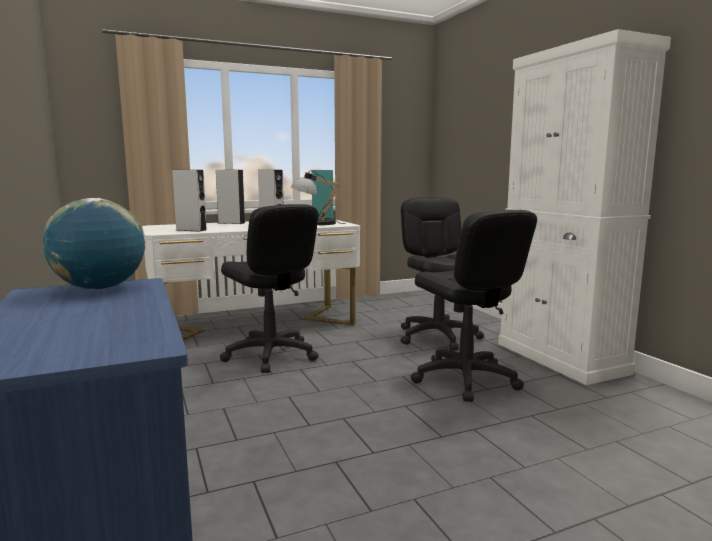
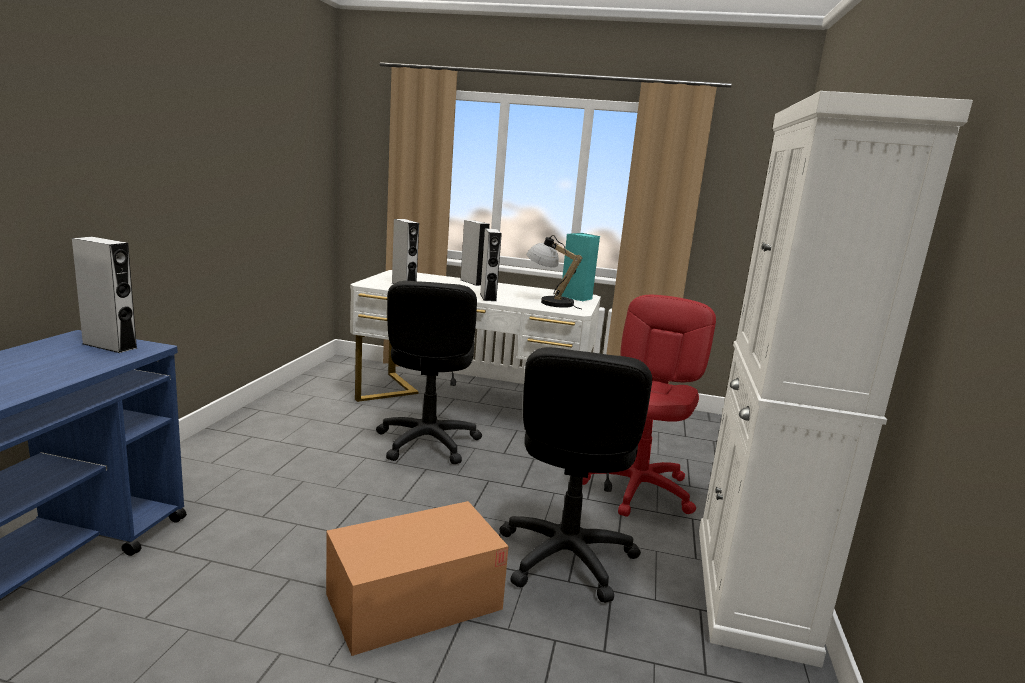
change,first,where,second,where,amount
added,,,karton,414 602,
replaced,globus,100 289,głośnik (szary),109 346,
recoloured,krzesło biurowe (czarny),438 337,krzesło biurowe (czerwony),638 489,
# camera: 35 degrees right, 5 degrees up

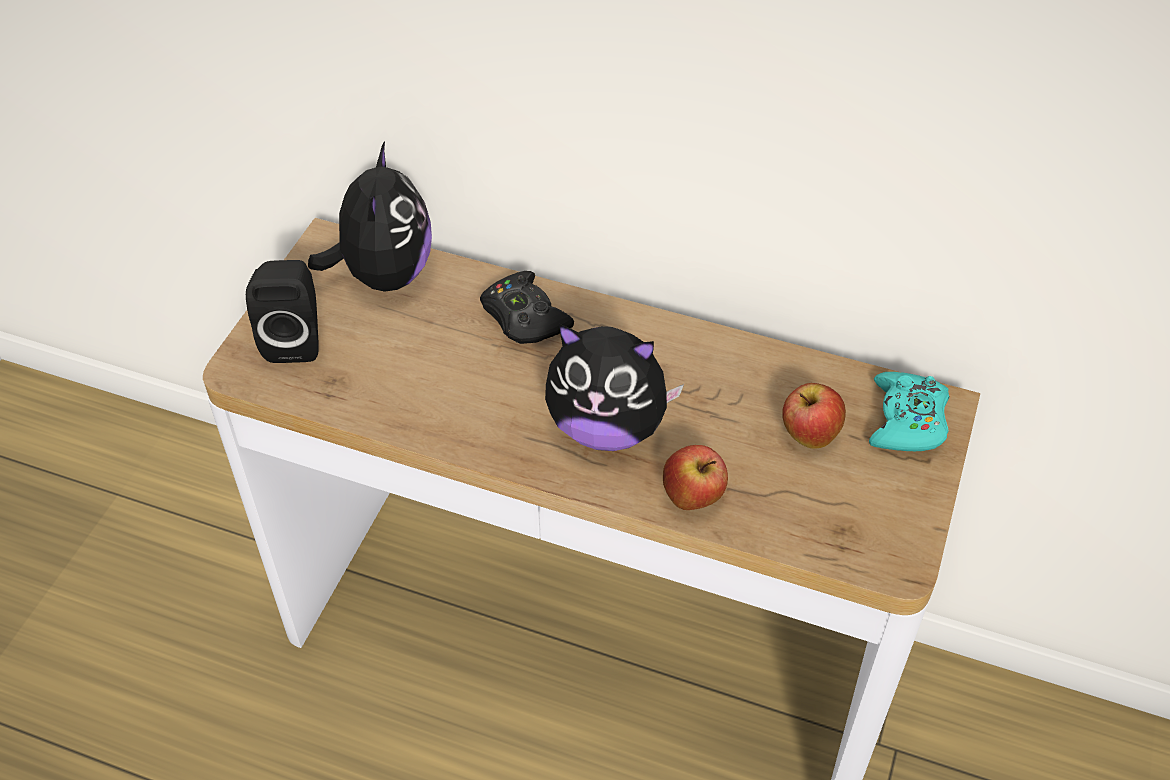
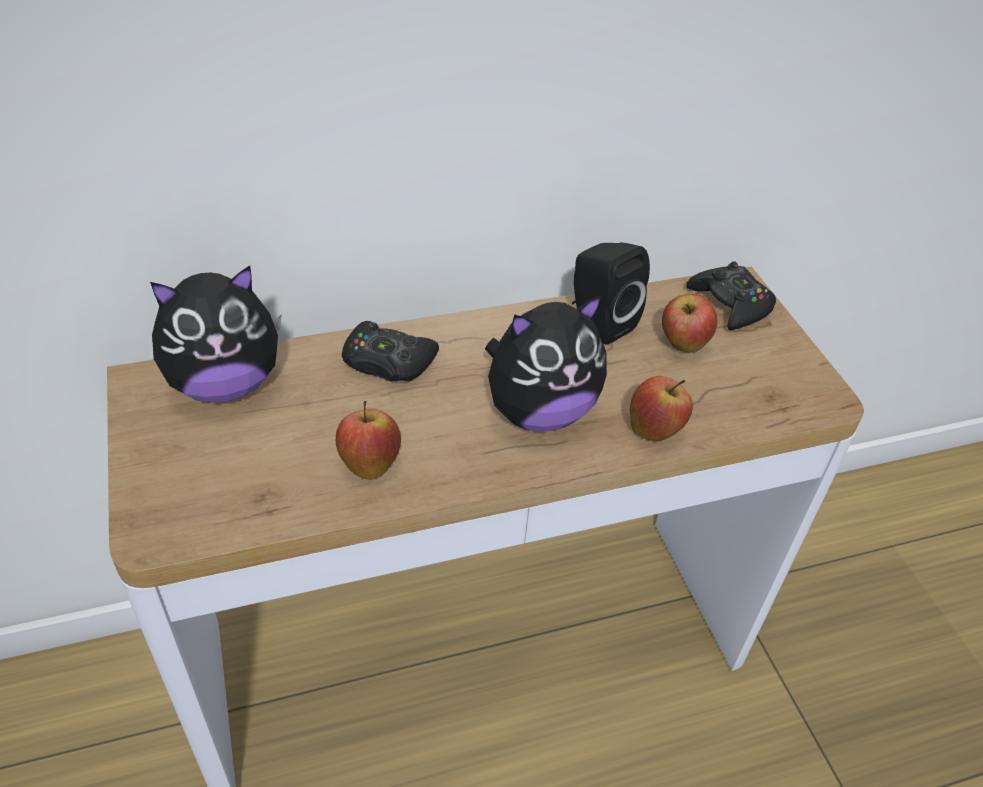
change,first,where,second,where,amount
added,,,jabłko,369 463,
moved,głośnik (czarny),295 339,,598 322,
recoloured,pad do gier (turkusowy),907 421,pad do gier (czarny),730 304,
turned,pluszak,384 274,,225 384,105 degrees clockwise
# camera: 40 degrees left, 5 degrees down

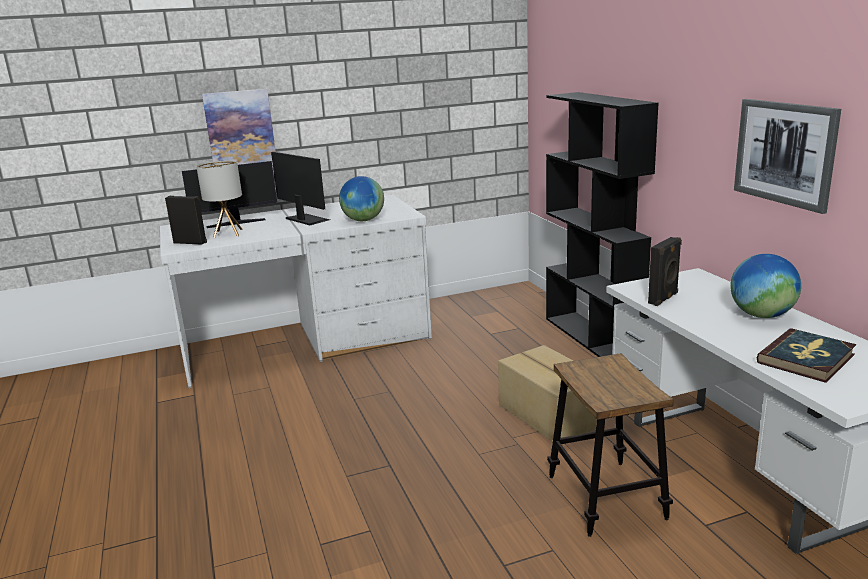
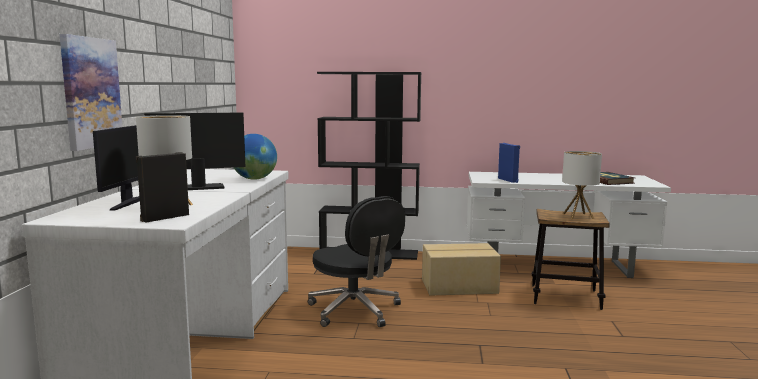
change,first,where,second,where,amount
removed,globus,762 315,,,
removed,obraz,784 153,,,
added,,,krzesło biurowe (czarny),355 311,
added,,,lampa stołowa,578 216,
recoloured,głośnik (czarny),664 299,głośnik (niebieski),508 180,
# camera: 65 degrees left, 10 degrees down

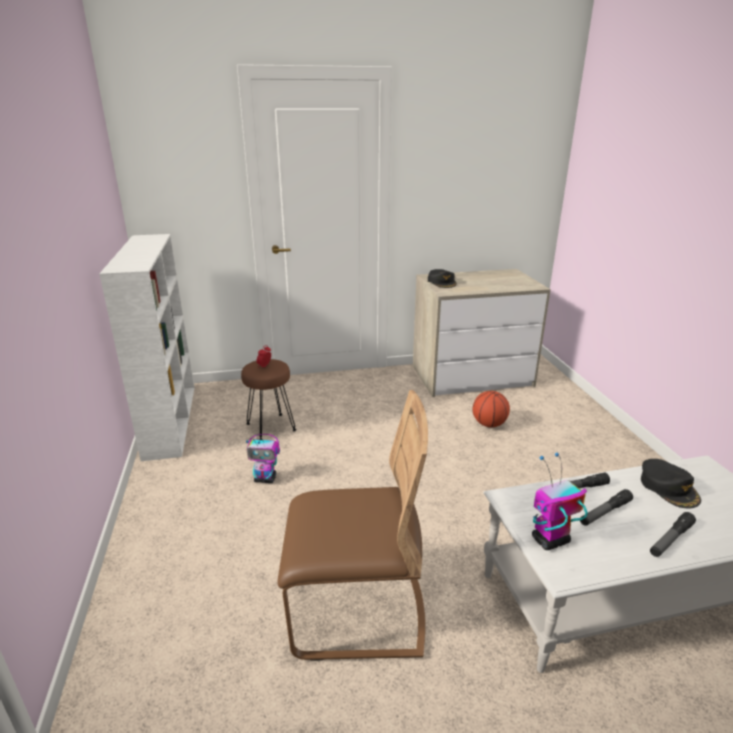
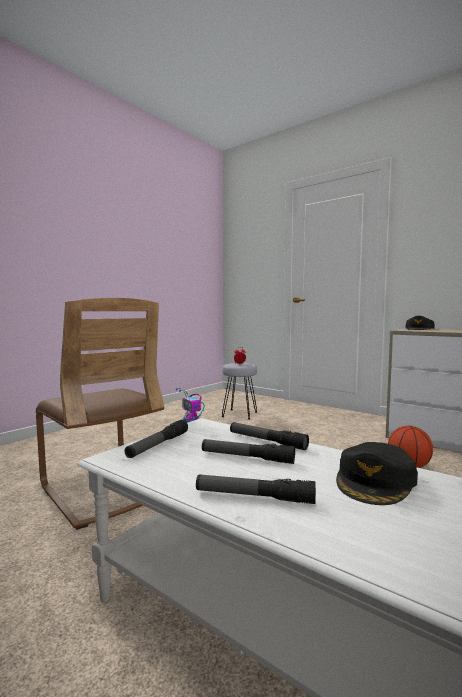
change,first,where,second,where,amount
removed,regał (biały),170 419,,,
replaced,robot zabawkowy,549 540,latarka,158 445,
recoloured,stołek (brązowy),270 427,stołek (szary),239 414,
# camera: 50 degrees right, 20 degrees down

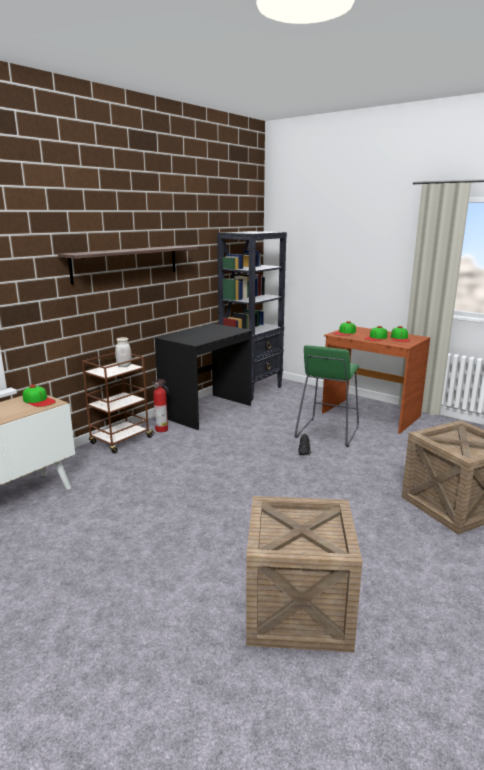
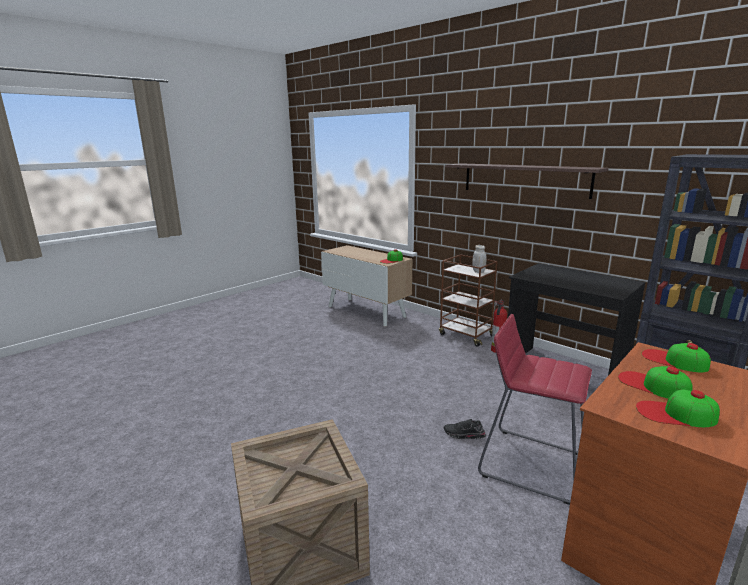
change,first,where,second,where,amount
removed,skrzynka,298 609,,,
recoloured,stołek (zielony),327 432,stołek (czerwony),531 464,
# camera: 95 degrees right, 0 degrees up

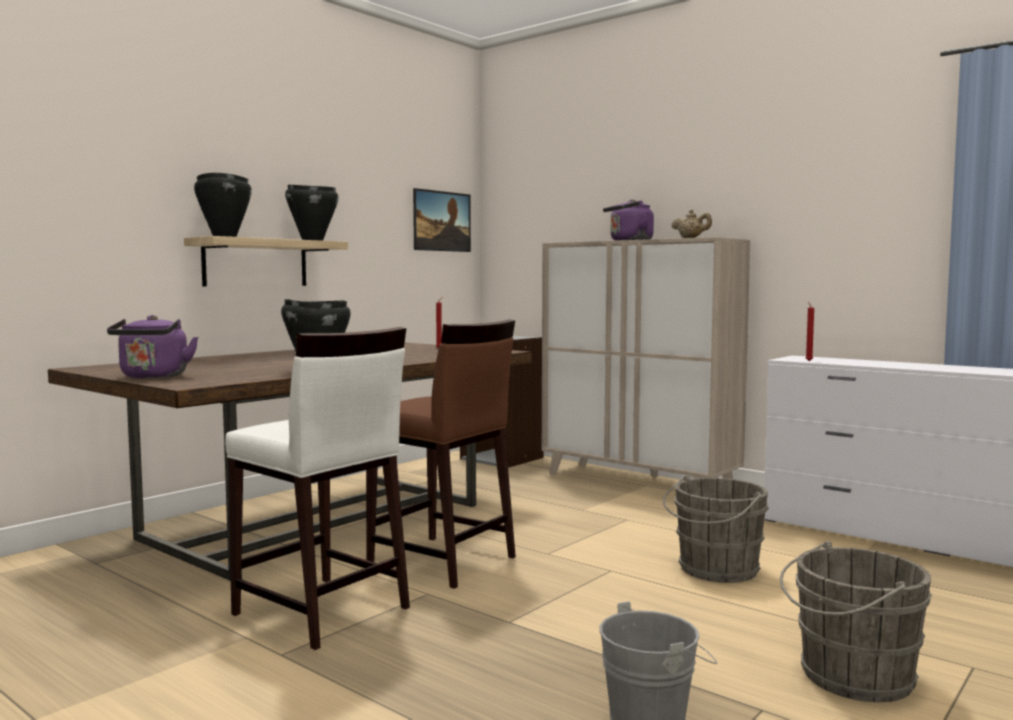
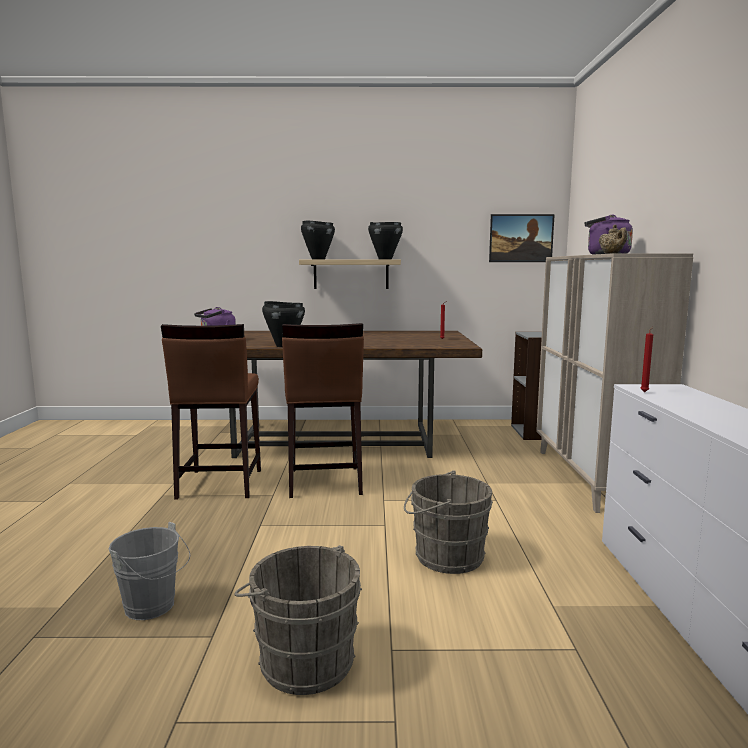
change,first,where,second,where,amount
recoloured,stołek (biały),321 612,stołek (brązowy),219 484,
# camera: 50 degrees right, 5 degrees up

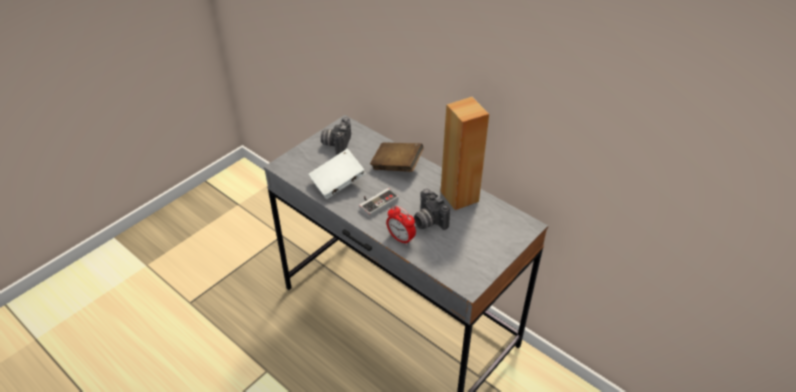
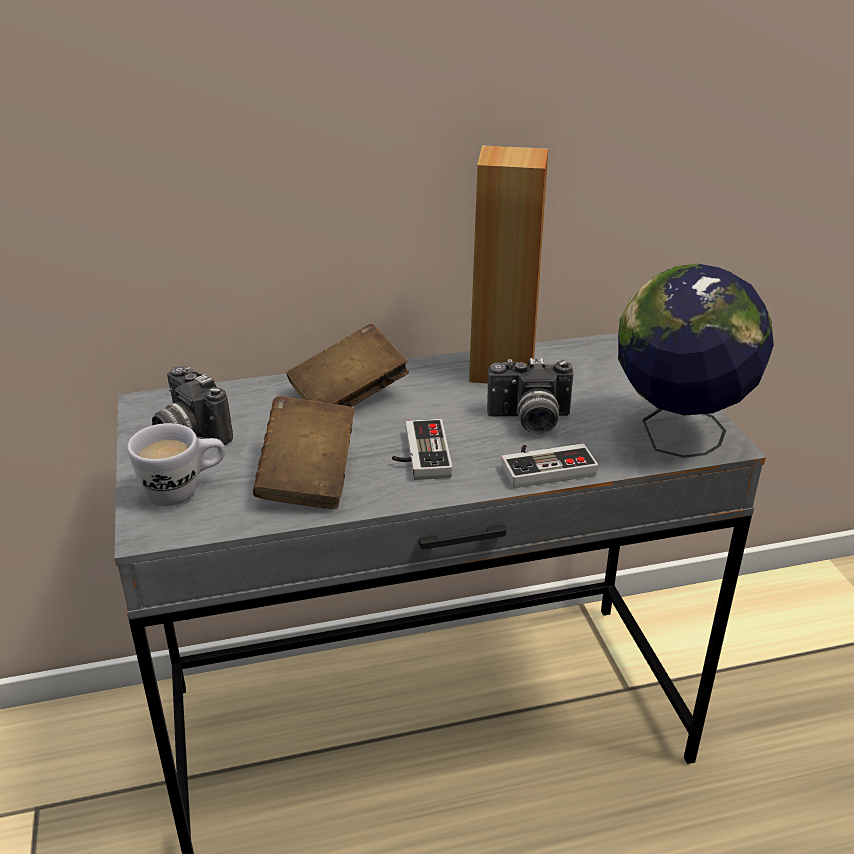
change,first,where,second,where,amount
added,,,kubek (biały),184 490,
added,,,globus,676 438,
replaced,budzik,401 238,pad do gier,545 465,
recoloured,książka (biały),337 183,książka (brązowy),308 477,
# camera: 55 degrees left, 10 degrees down

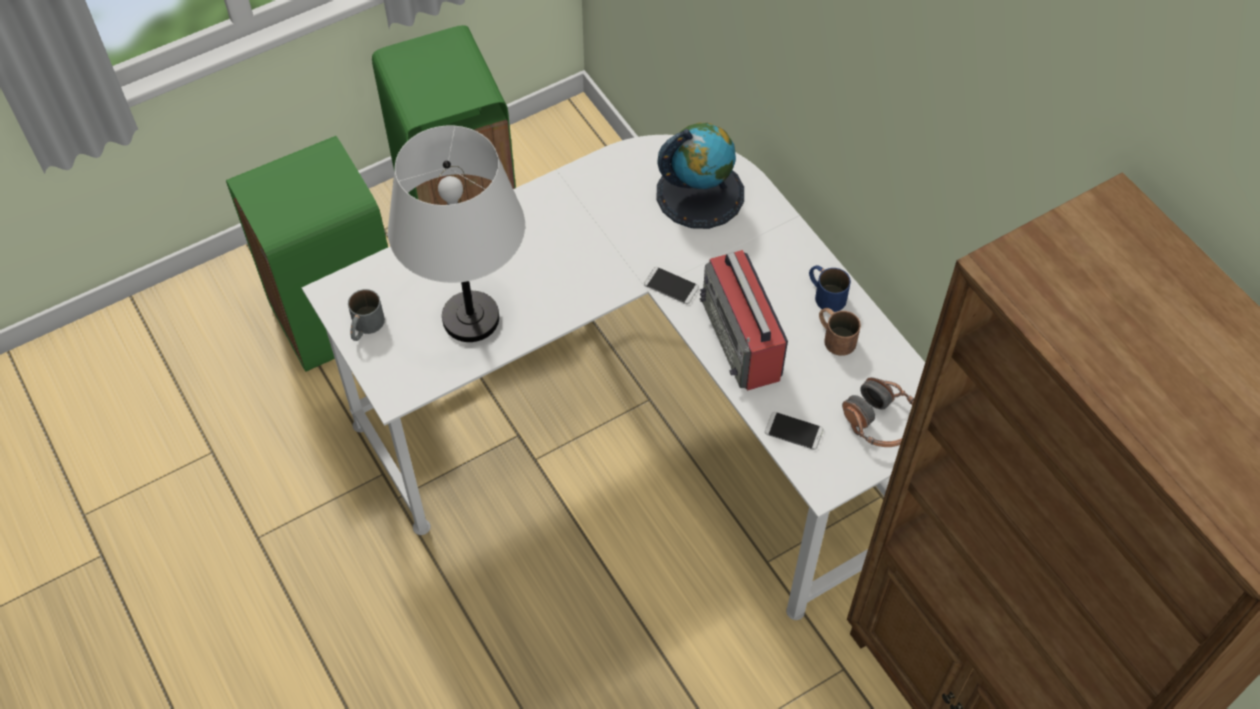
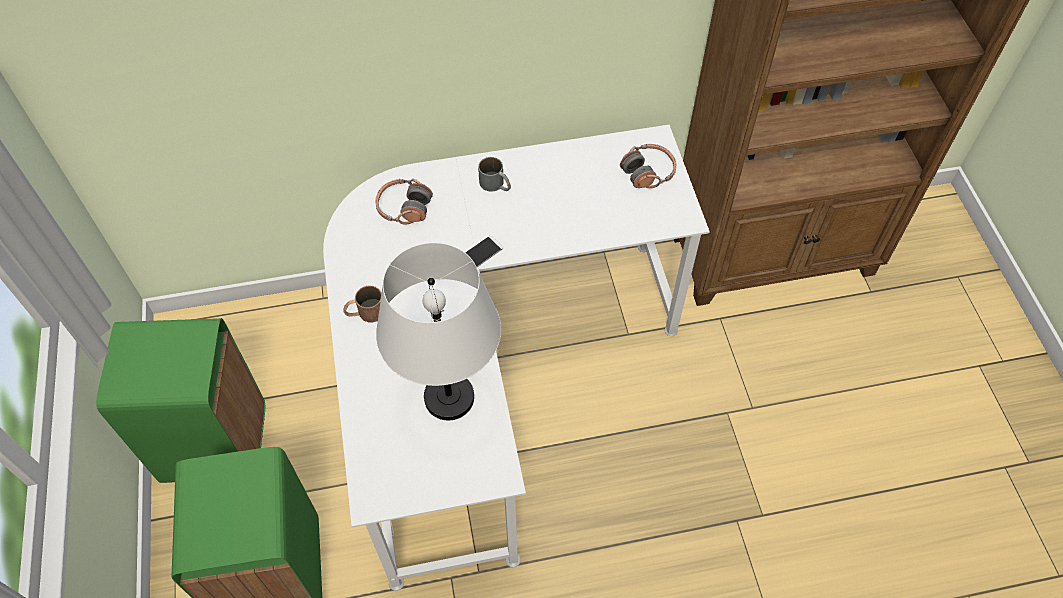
change,first,where,second,where,amount
removed,radio,742 341,,,
removed,telefon,793 431,,,
removed,kubek (niebieski),825 293,,,
moved,kubek (szary),365 327,,496 185,
moved,kubek (brązowy),834 336,,365 312,
replaced,globus,700 193,słuchawki,404 208,
# camera: 70 degrees left, 0 degrees up

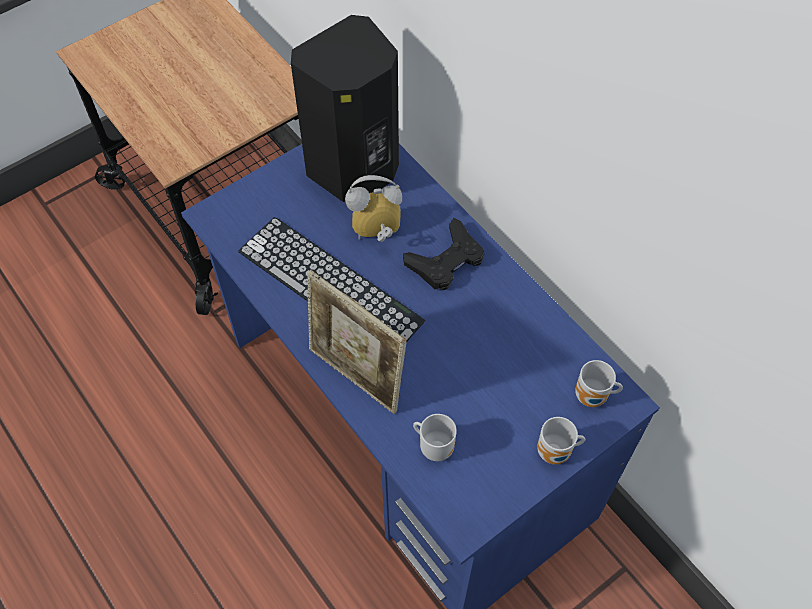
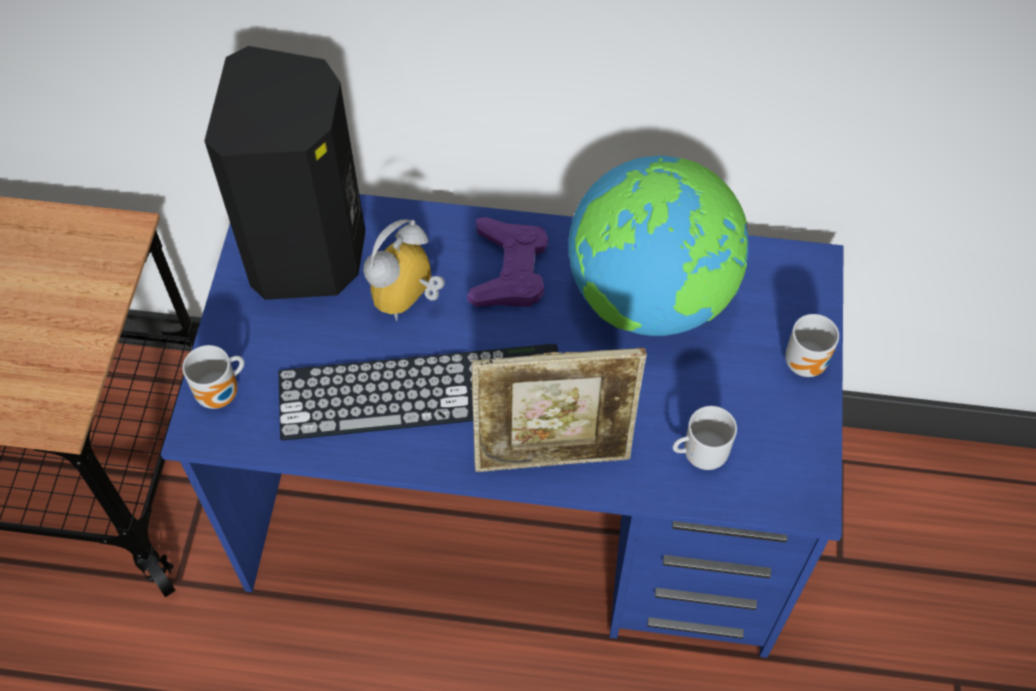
change,first,where,second,where,amount
added,,,globus,651 296,
moved,kubek,593 398,,222 394,
recoloured,pad do gier (czarny),446 261,pad do gier (fioletowy),509 270,
# camera: 45 degrees left, 0 degrees up

